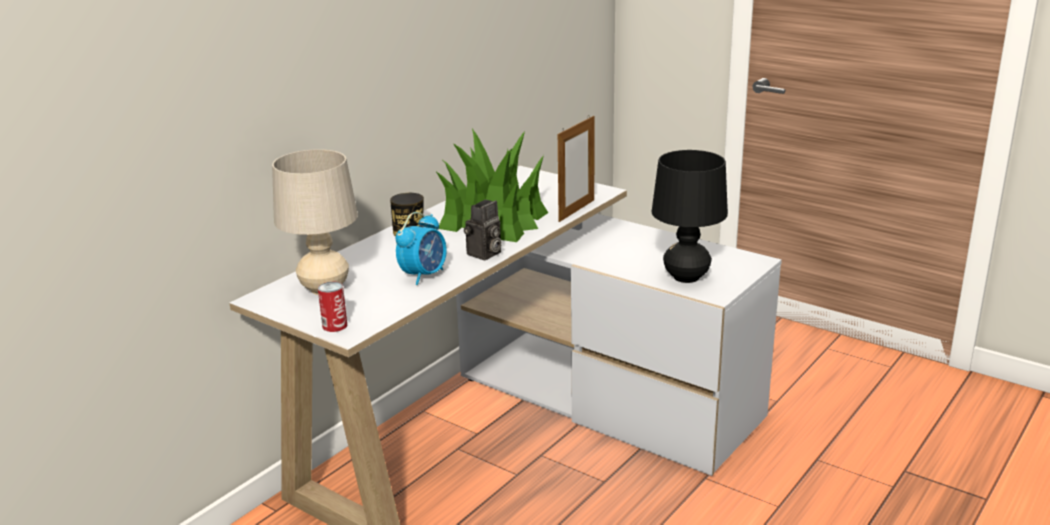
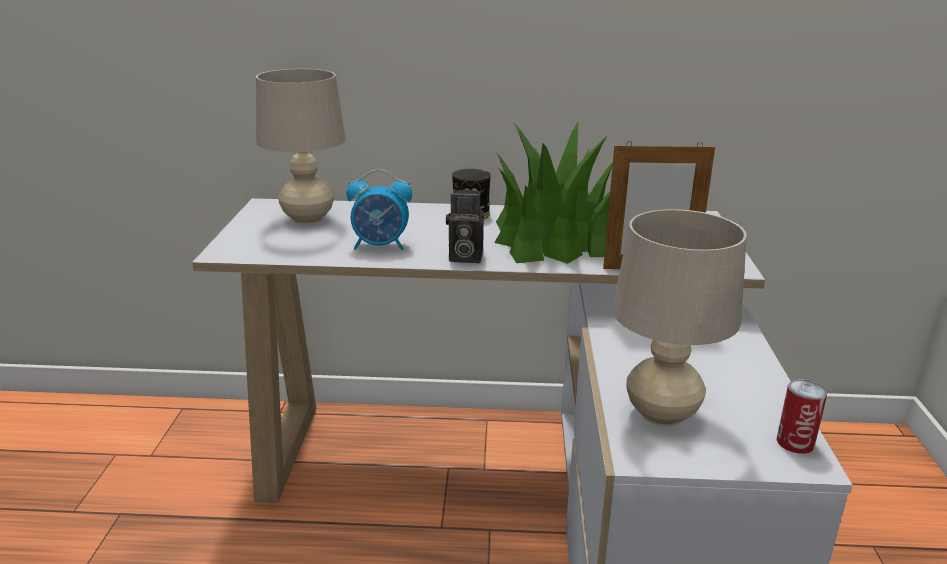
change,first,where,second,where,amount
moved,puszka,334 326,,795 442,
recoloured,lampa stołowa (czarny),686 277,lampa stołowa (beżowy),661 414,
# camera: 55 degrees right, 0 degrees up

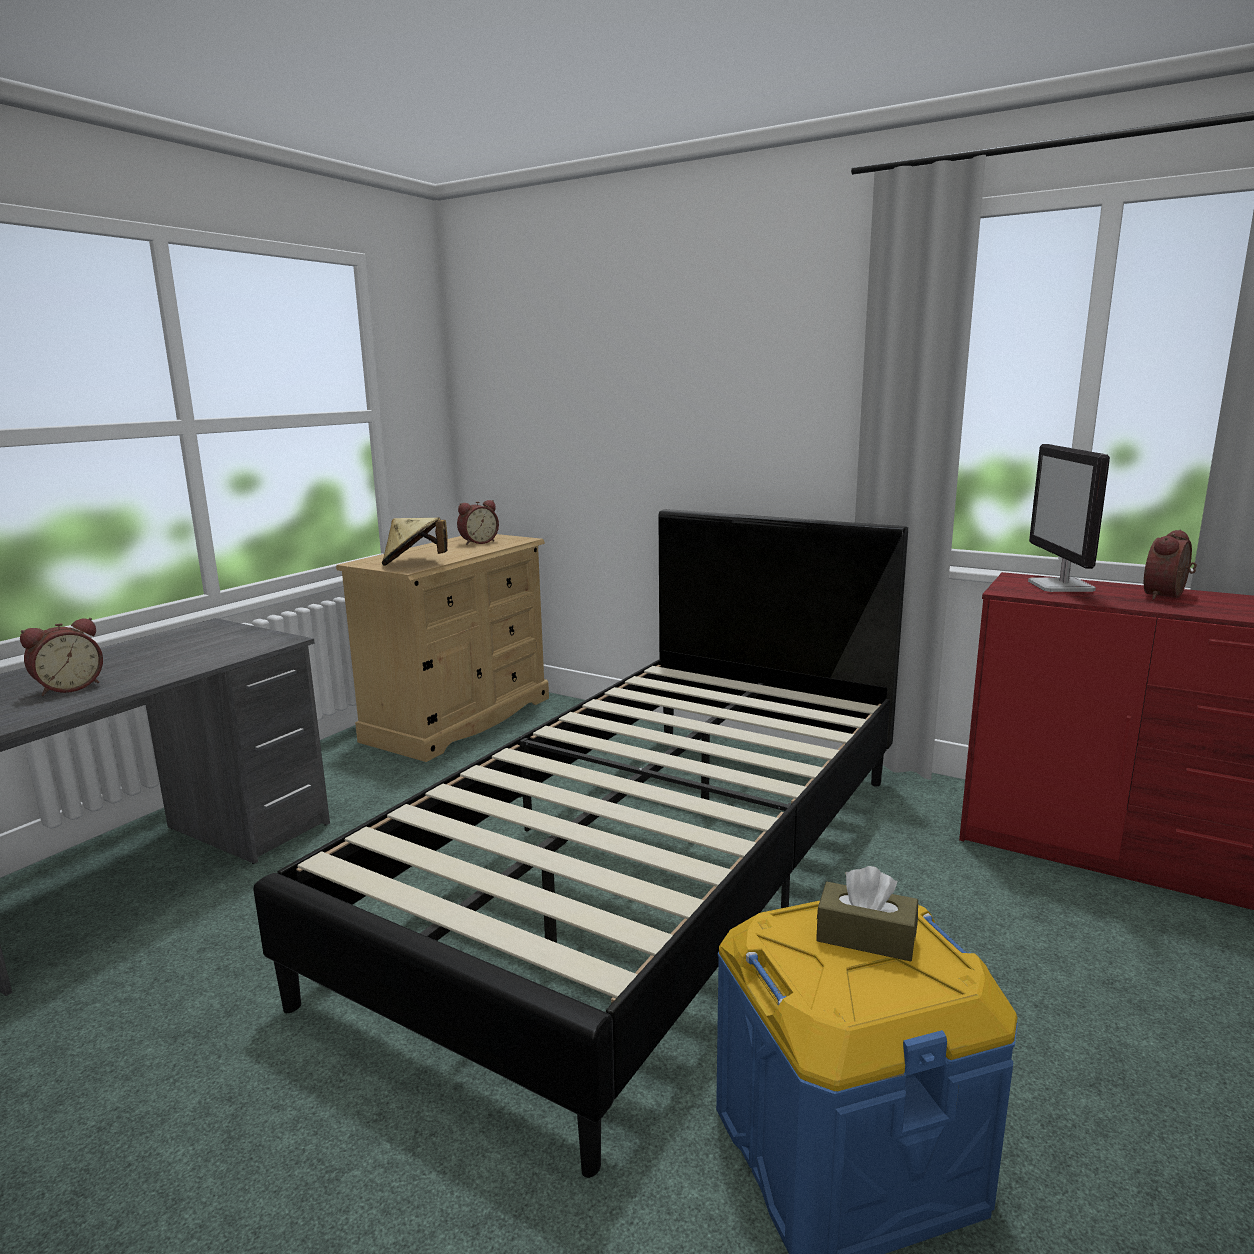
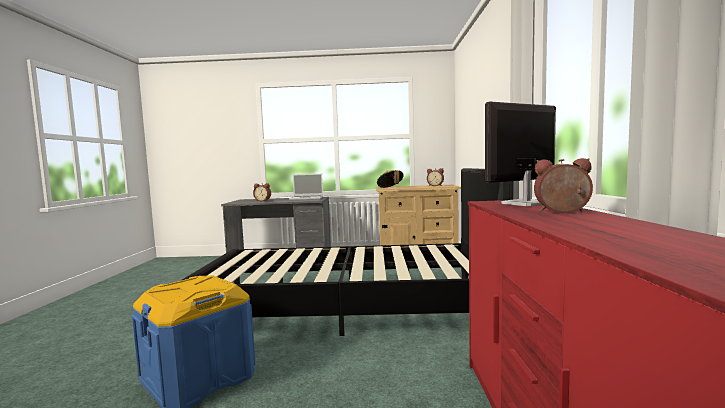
change,first,where,second,where,amount
removed,pudełko chusteczek (brązowy),866 937,,,
added,,,laptop,307 198,
# camera: 60 degrees right, 10 degrees down

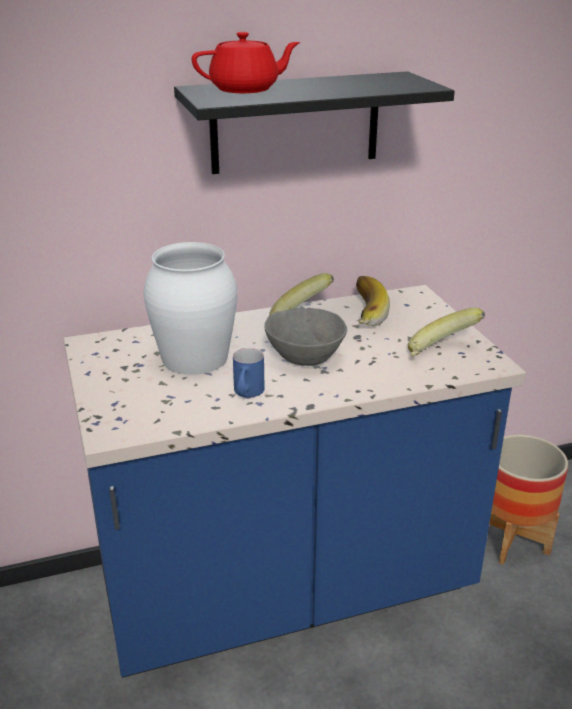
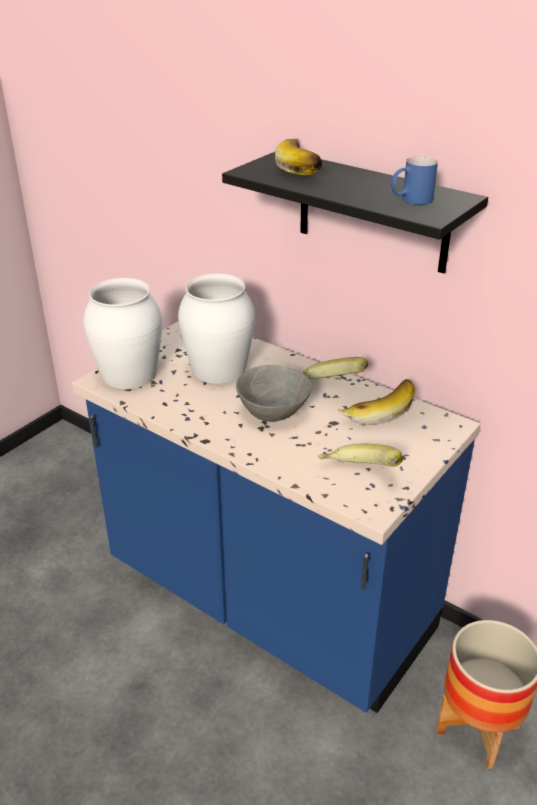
change,first,where,second,where,amount
added,,,wazon (biały),129 374,
moved,kubek (niebieski),247 394,,410 201,
replaced,imbryk (czerwony),246 89,banan,303 168,
# camera: 55 degrees right, 5 degrees up

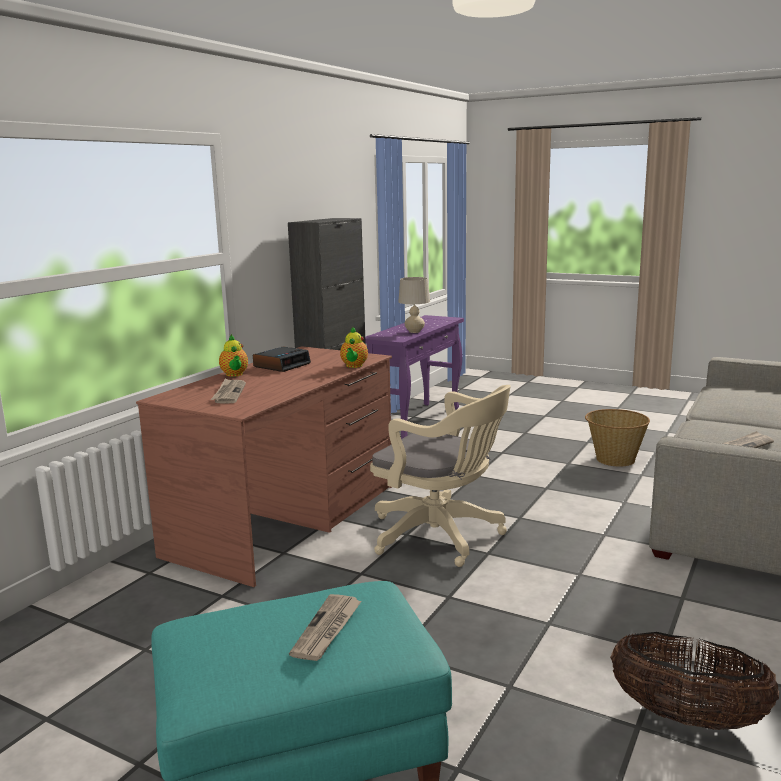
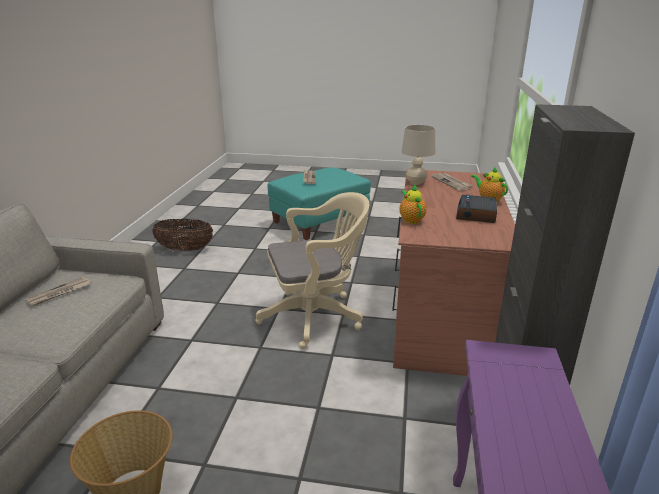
change,first,where,second,where,amount
moved,lampa stołowa (beżowy),414 331,,415 183,
turned,krzesło biurowe (beżowy),441 537,,316 316,150 degrees clockwise
# camera: 160 degrees right, 10 degrees up

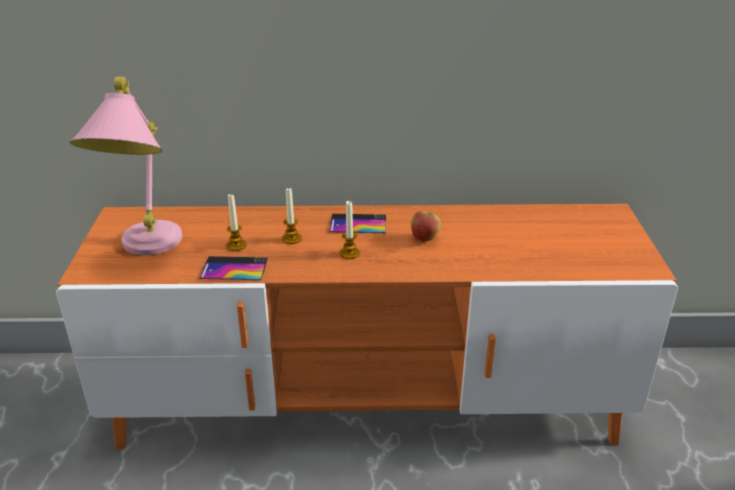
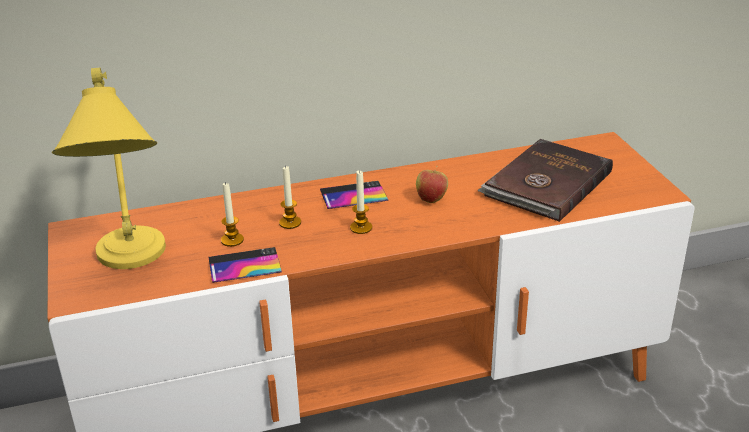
change,first,where,second,where,amount
added,,,książka (brązowy),545 184,
recoloured,lampa stołowa (różowy),144 251,lampa stołowa (żółty),129 264,
# camera: 15 degrees left, 0 degrees up

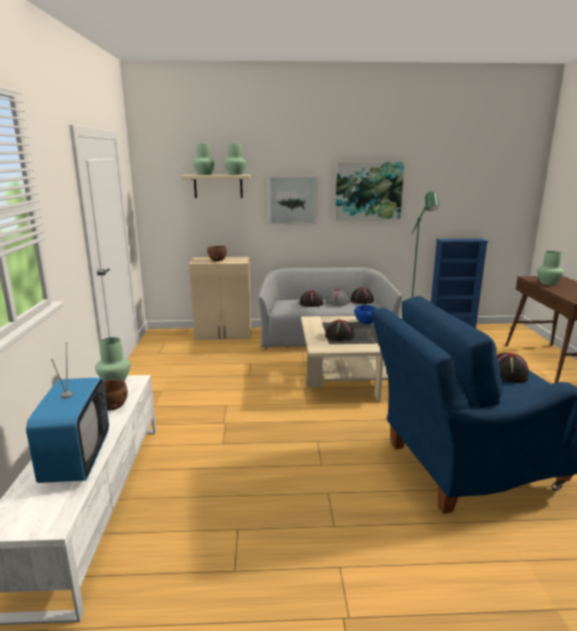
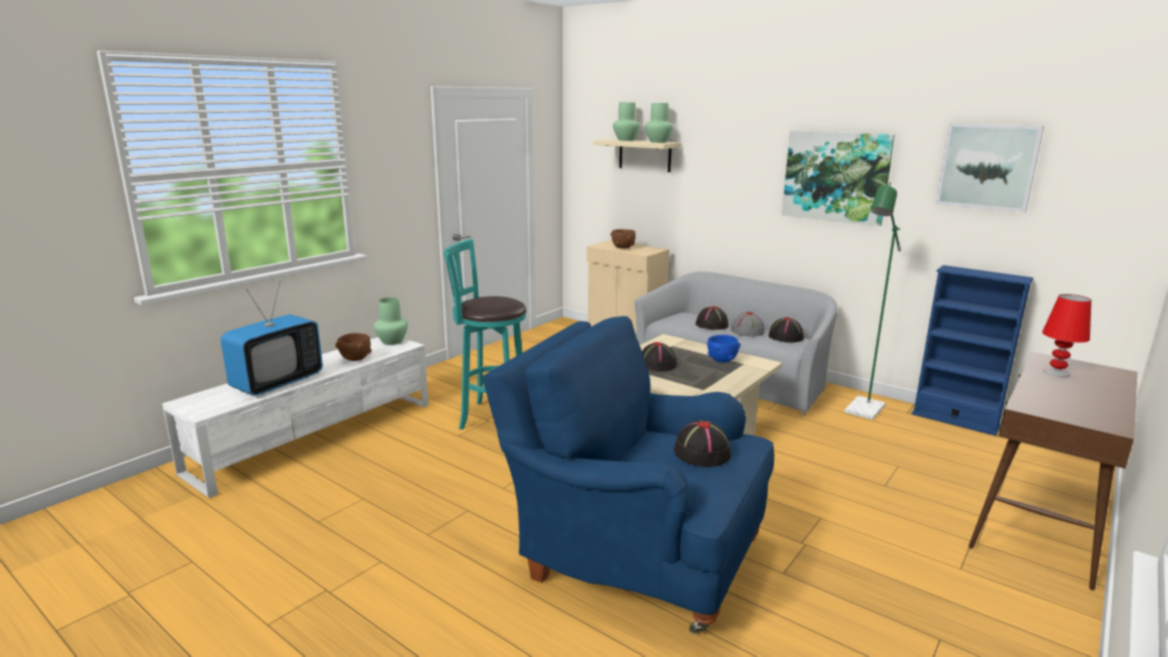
change,first,where,second,where,amount
added,,,stołek (turkusowy),490 417,
moved,obraz,292 200,,987 166,
replaced,wazon (zielony),547 283,lampa stołowa (czerwony),1056 373,
# camera: 40 degrees right, 0 degrees up

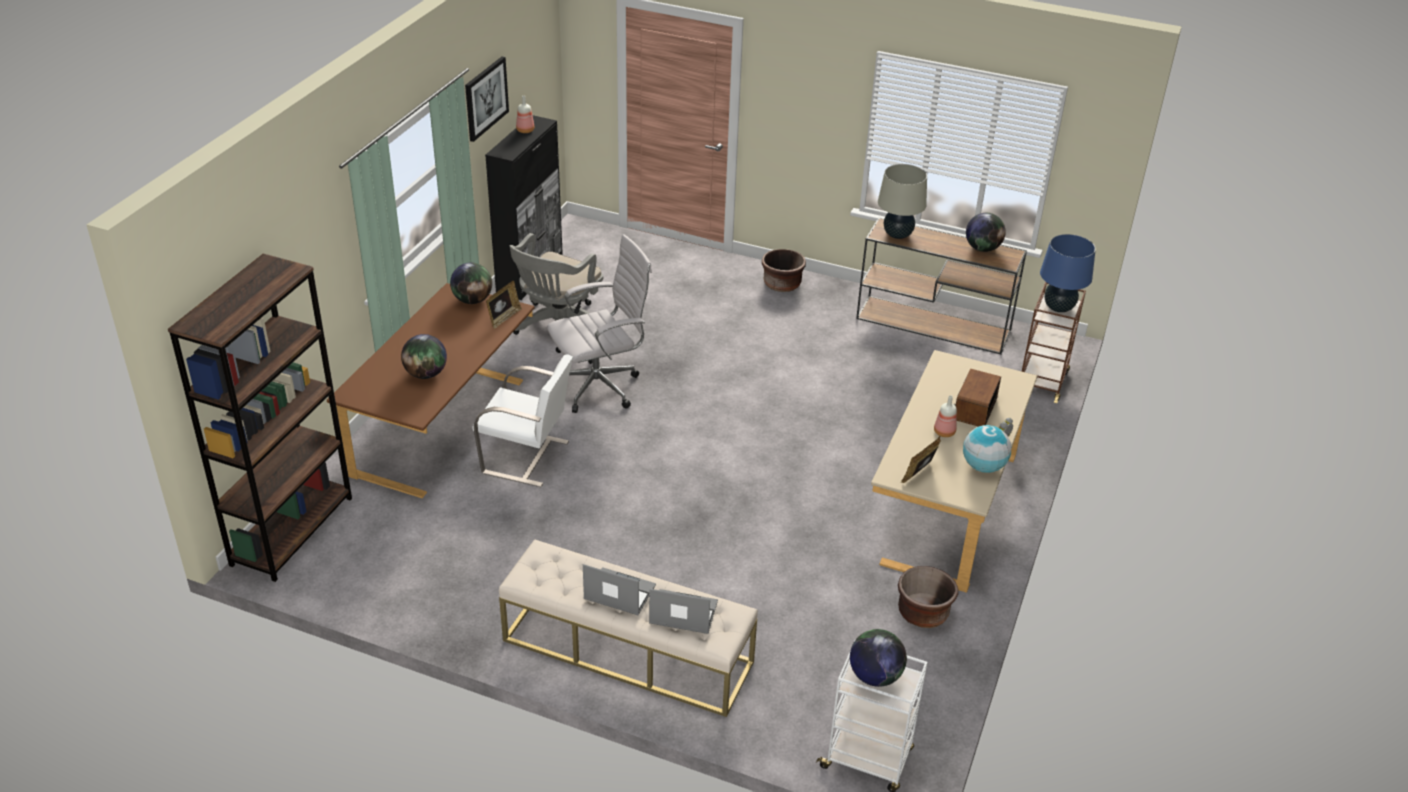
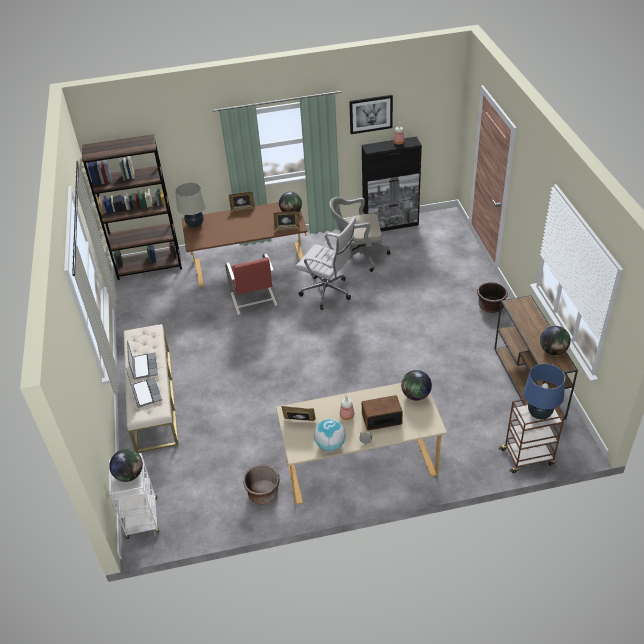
change,first,where,second,where,amount
added,,,ramka na zdjęcie,242 208,
moved,globus,426 374,,416 395,
moved,lampa stołowa (beżowy),897 235,,195 224,
recoloured,krzesło (biały),527 458,krzesło (czerwony),253 300,
# camera: 60 degrees right, 5 degrees up

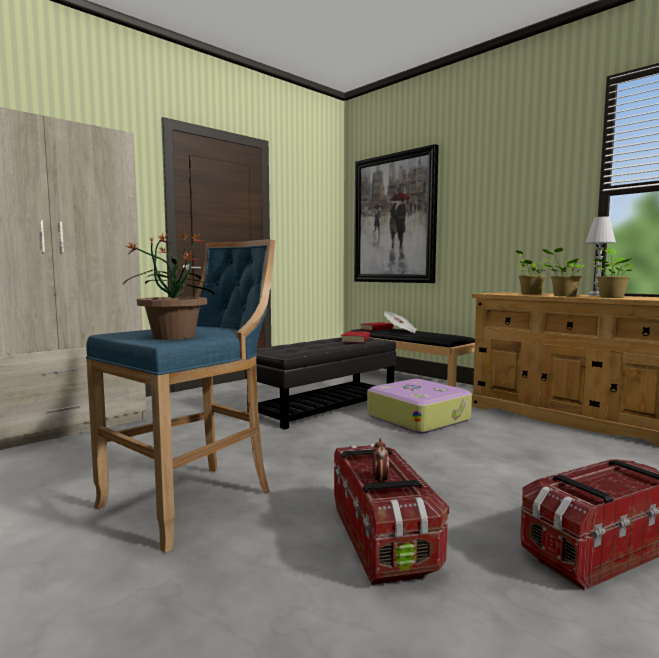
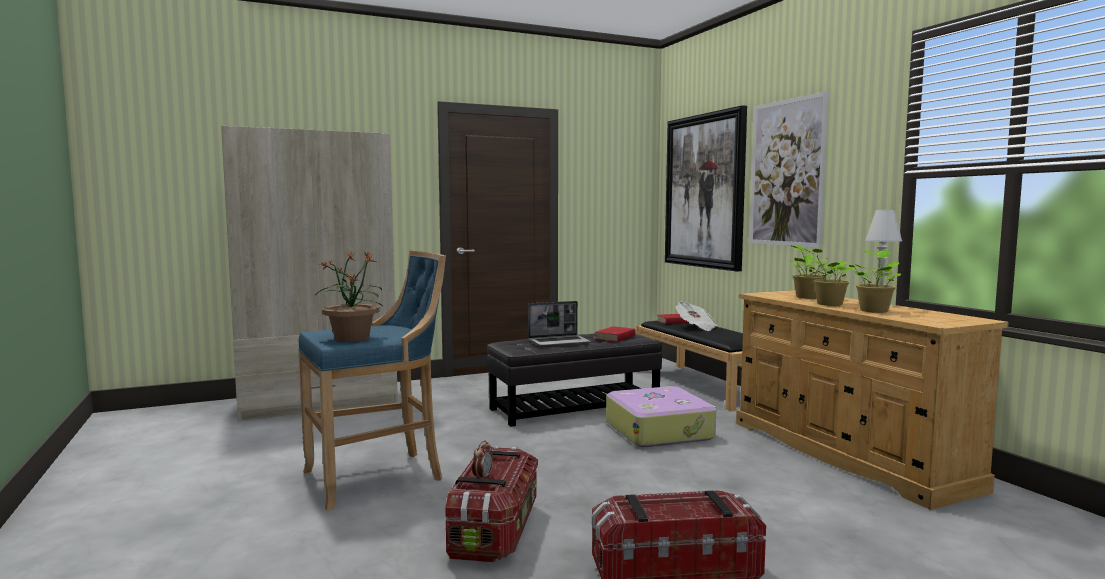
change,first,where,second,where,amount
added,,,laptop,559 342,
added,,,obraz,786 173,
# camera: 20 degrees right, 0 degrees up

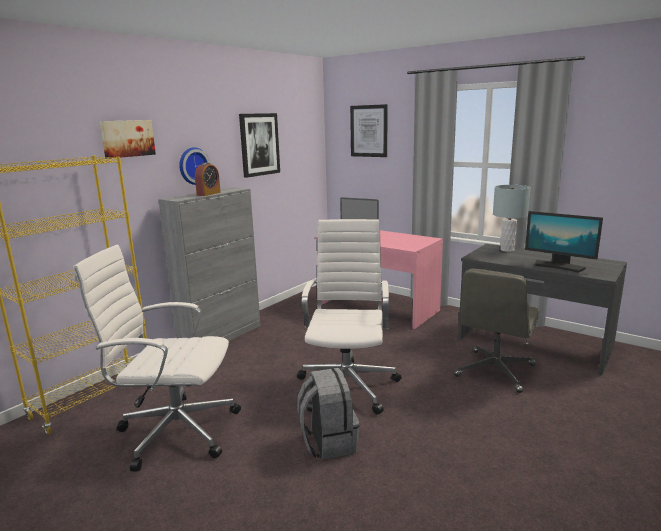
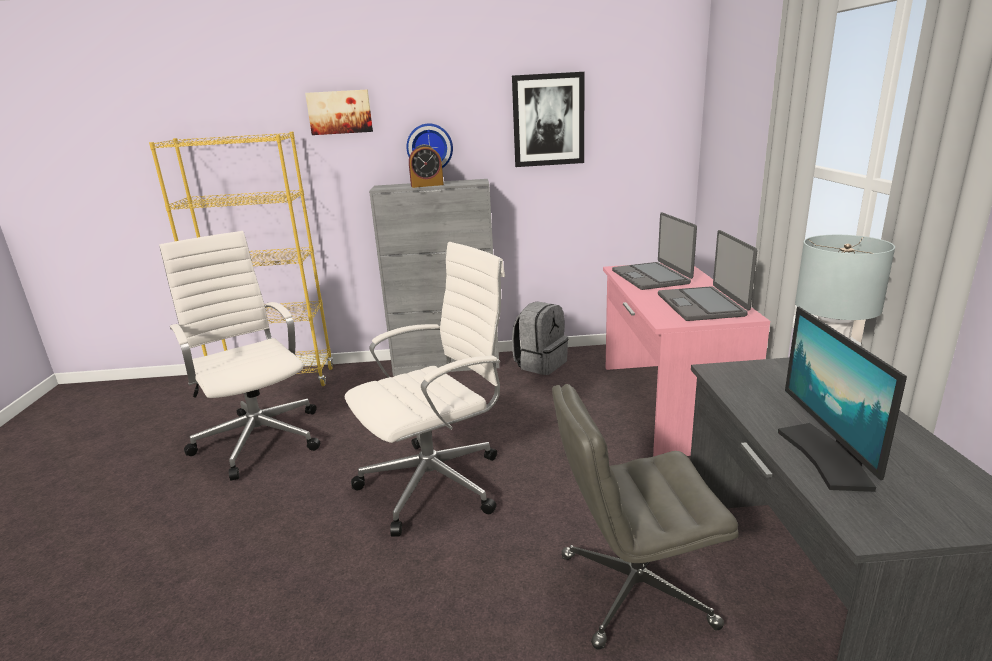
change,first,where,second,where,amount
removed,obraz,369 131,,,
added,,,laptop,702 305,
moved,plecak (szary),328 442,,540 364,
# camera: 50 degrees right, 5 degrees up

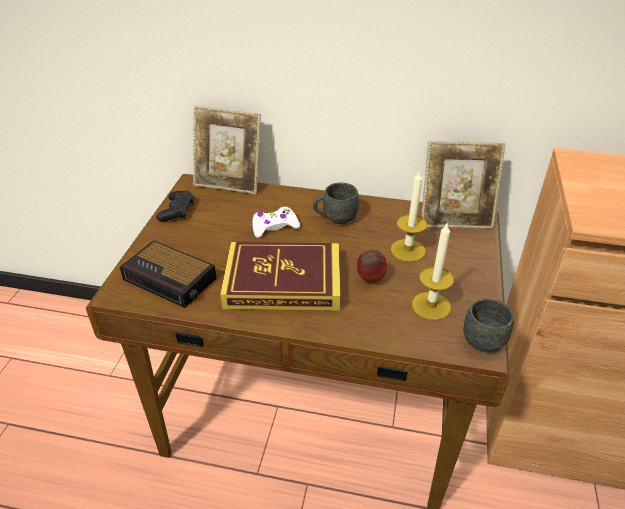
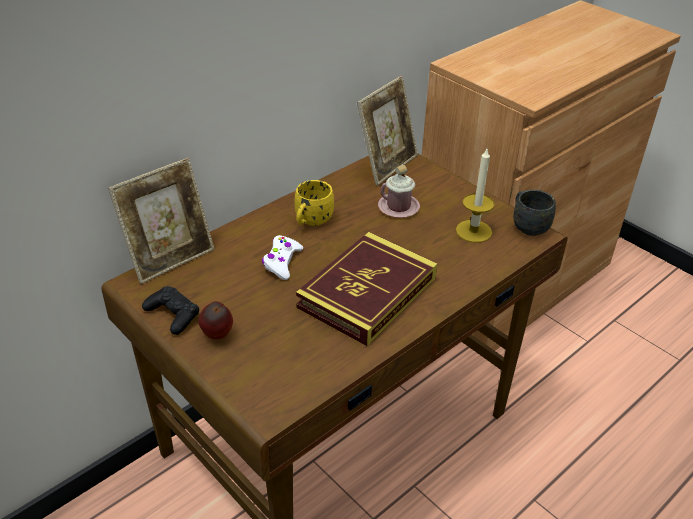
change,first,where,second,where,amount
removed,budzik,171 279,,,
moved,jabłko,370 280,,217 336,
replaced,świeca,408 250,kubek (różowy),398 207,
recoloured,kubek (szary),335 218,kubek (żółty),311 221,
# camera: 55 degrees left, 0 degrees up

